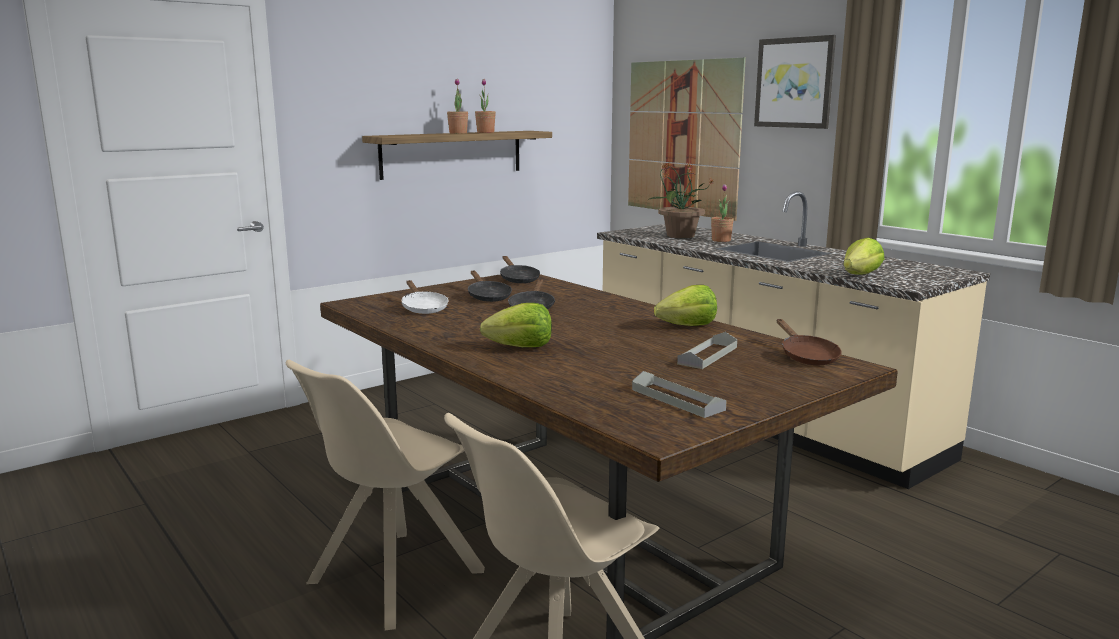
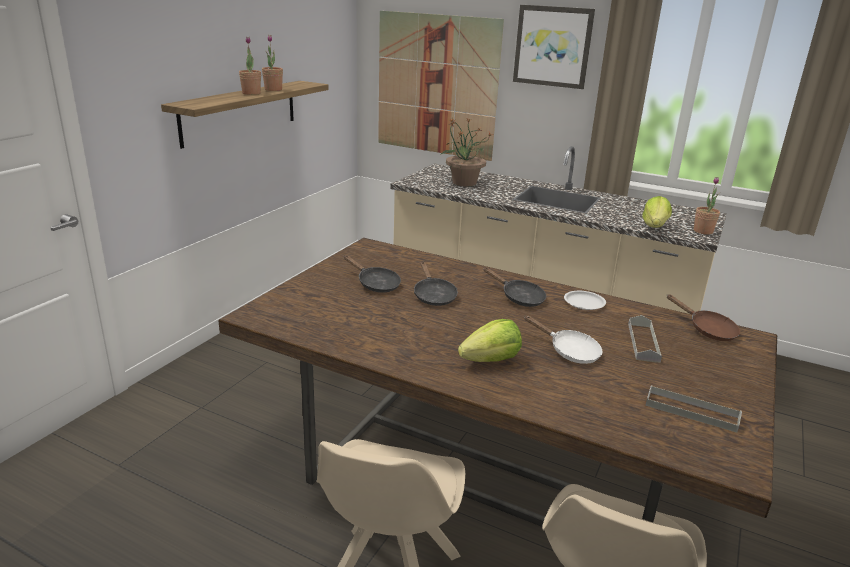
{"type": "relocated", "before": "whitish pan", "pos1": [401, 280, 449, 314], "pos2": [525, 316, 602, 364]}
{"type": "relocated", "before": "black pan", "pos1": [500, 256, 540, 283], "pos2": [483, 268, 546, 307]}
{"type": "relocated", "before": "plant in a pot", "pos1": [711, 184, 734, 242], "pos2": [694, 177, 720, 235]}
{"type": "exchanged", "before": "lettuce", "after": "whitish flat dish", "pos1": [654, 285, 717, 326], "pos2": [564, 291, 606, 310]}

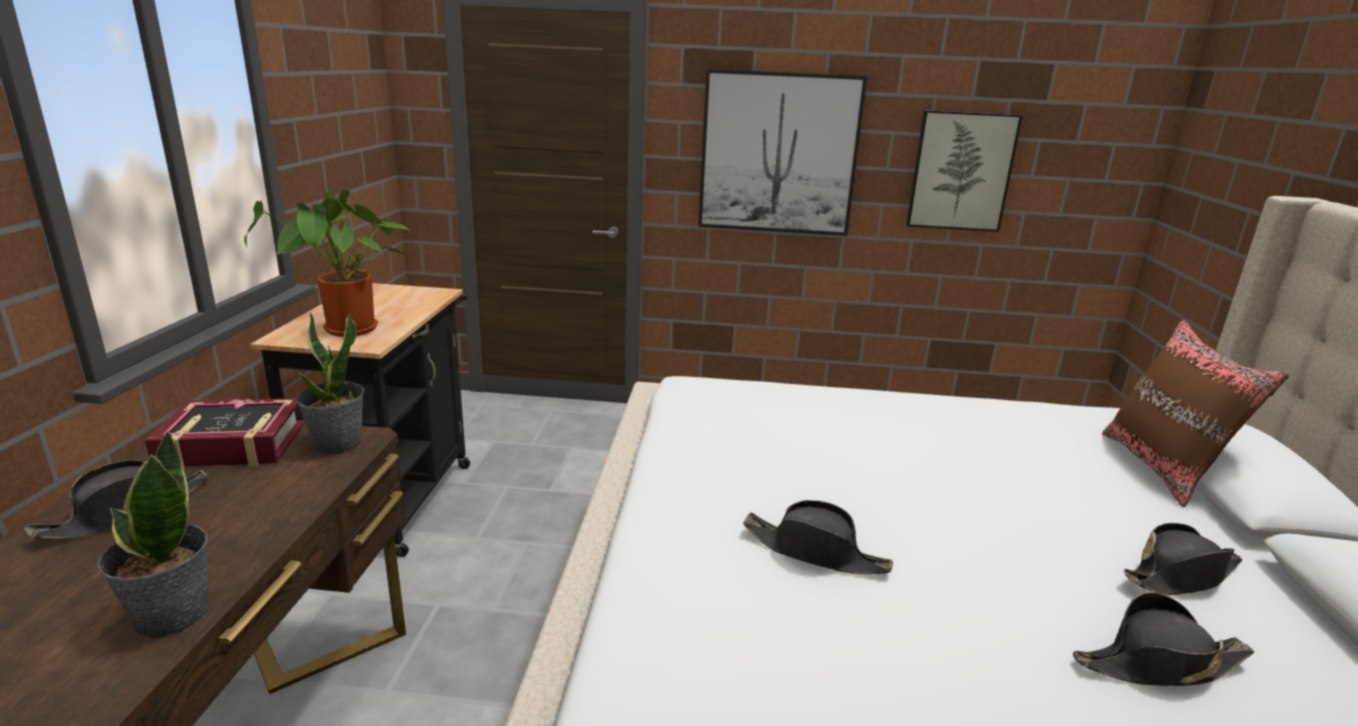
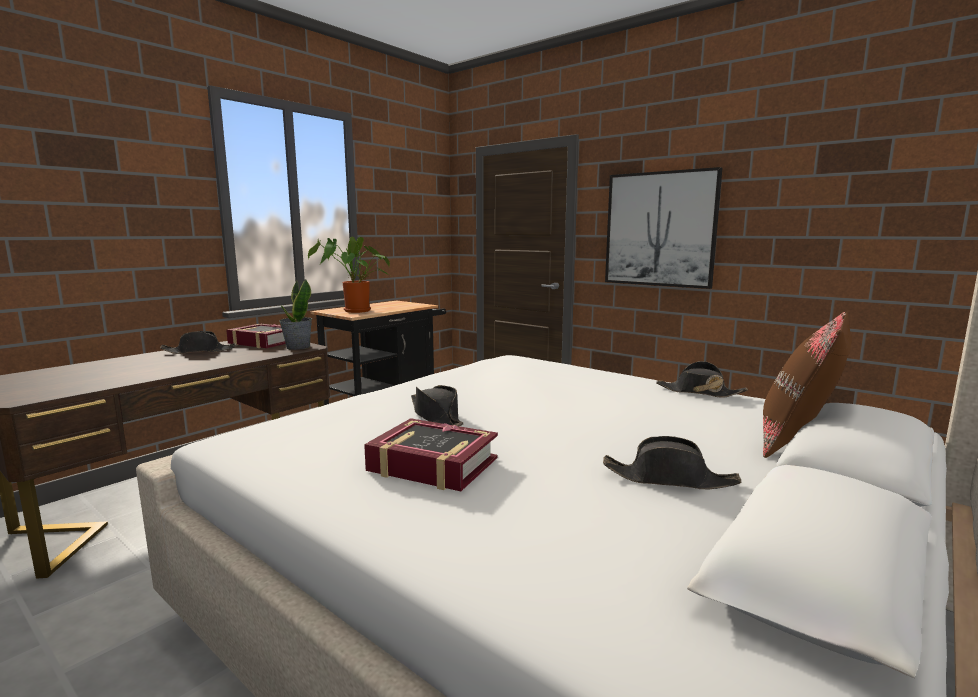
{"type": "missing", "before": "plant in a pot", "pos1": [97, 430, 209, 638]}
{"type": "missing", "before": "wall art", "pos1": [906, 110, 1023, 232]}
{"type": "appeared", "after": "book", "pos2": [364, 418, 498, 491]}
{"type": "relocated", "before": "black hat", "pos1": [1073, 592, 1255, 686], "pos2": [656, 361, 748, 398]}

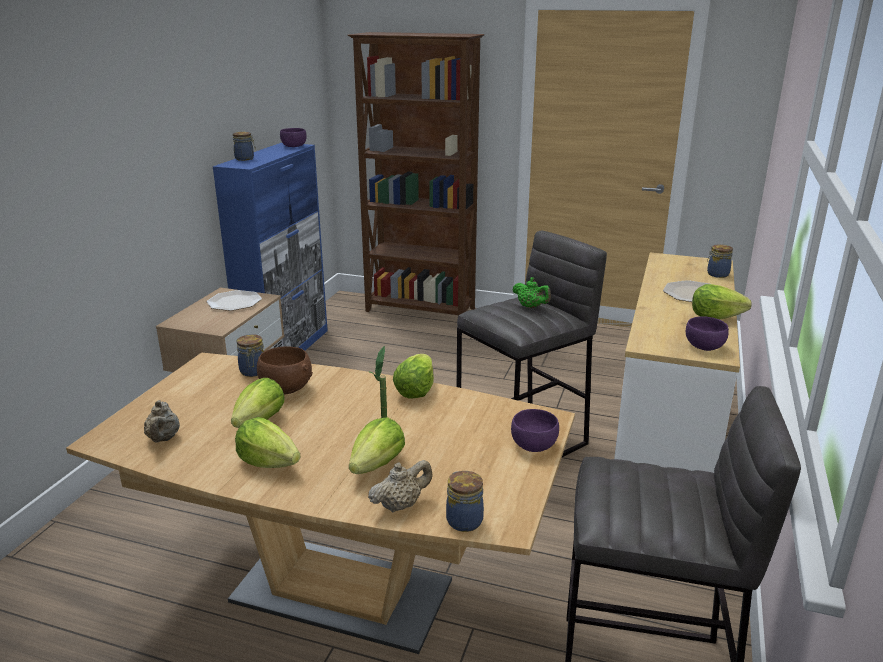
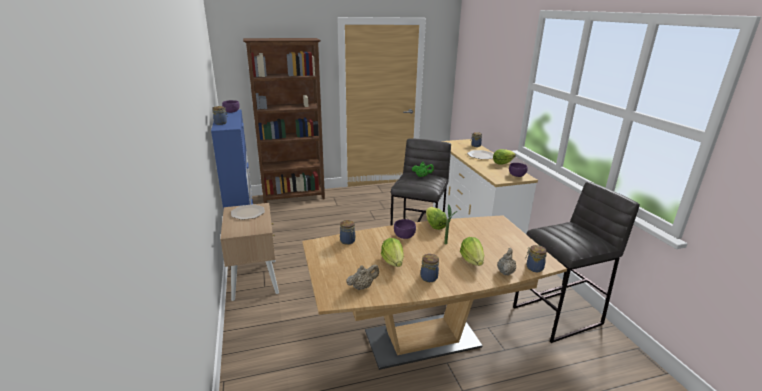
{"type": "missing", "before": "brown-coloured bowl", "pos1": [257, 346, 313, 395]}
{"type": "relocated", "before": "purplish bowl", "pos1": [511, 409, 559, 452], "pos2": [394, 219, 416, 239]}
{"type": "exchanged", "before": "lettuce", "after": "preserve jar", "pos1": [235, 417, 300, 468], "pos2": [421, 254, 439, 282]}
{"type": "spun", "before": "sand-coloured pot for tea", "pos1": [144, 400, 180, 443], "pos2": [346, 265, 379, 290], "turn": -75}

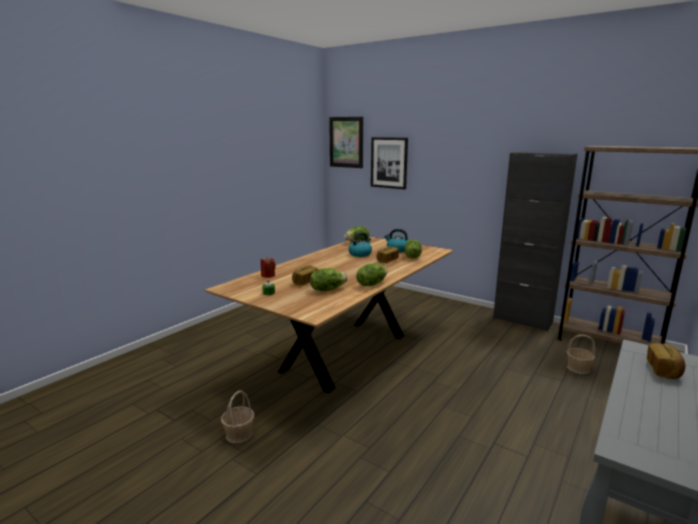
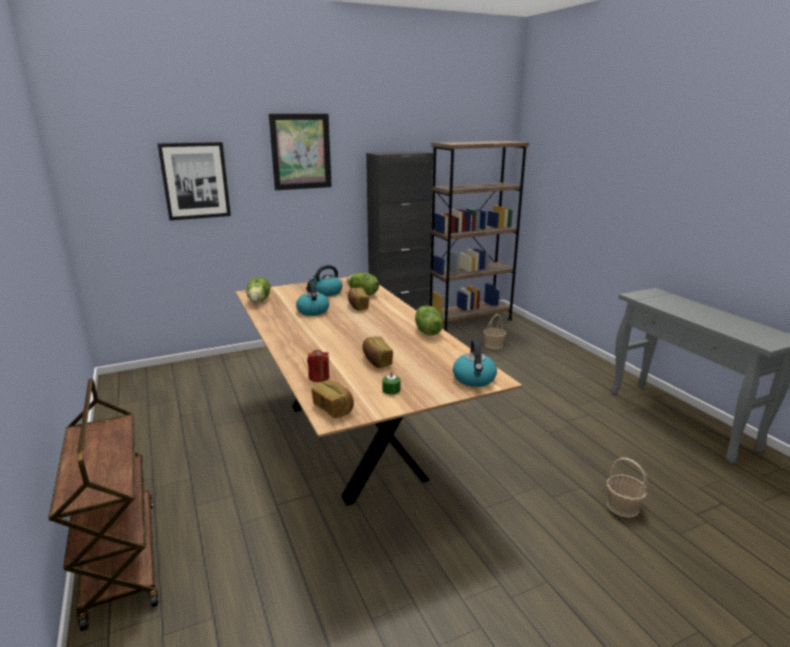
{"type": "missing", "before": "lettuce", "pos1": [310, 268, 348, 291]}
{"type": "appeared", "after": "brown-coloured cart", "pos2": [48, 378, 159, 631]}
{"type": "appeared", "after": "tea kettle", "pos2": [453, 339, 497, 387]}
{"type": "relocated", "before": "basket", "pos1": [221, 390, 254, 443], "pos2": [607, 458, 648, 518]}
{"type": "relocated", "before": "wall art", "pos1": [329, 117, 363, 168], "pos2": [269, 113, 332, 190]}
{"type": "relocated", "before": "bakery bread", "pos1": [647, 343, 685, 379], "pos2": [311, 381, 354, 418]}

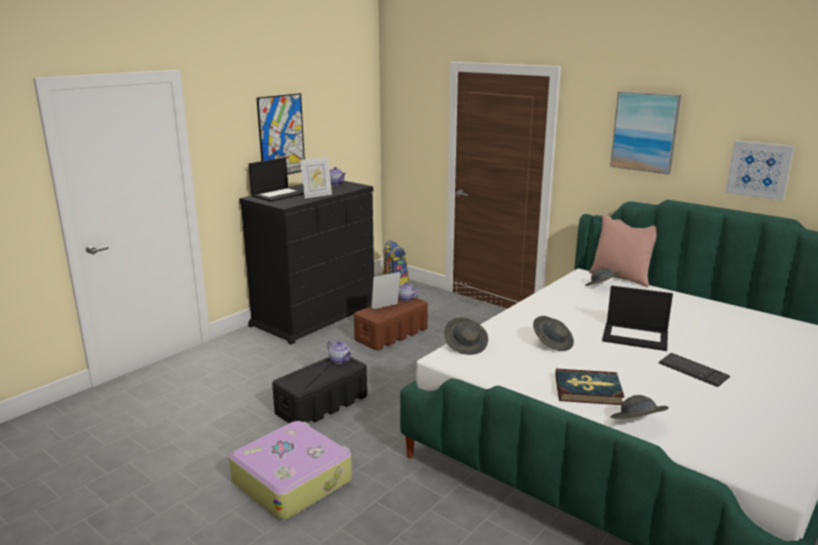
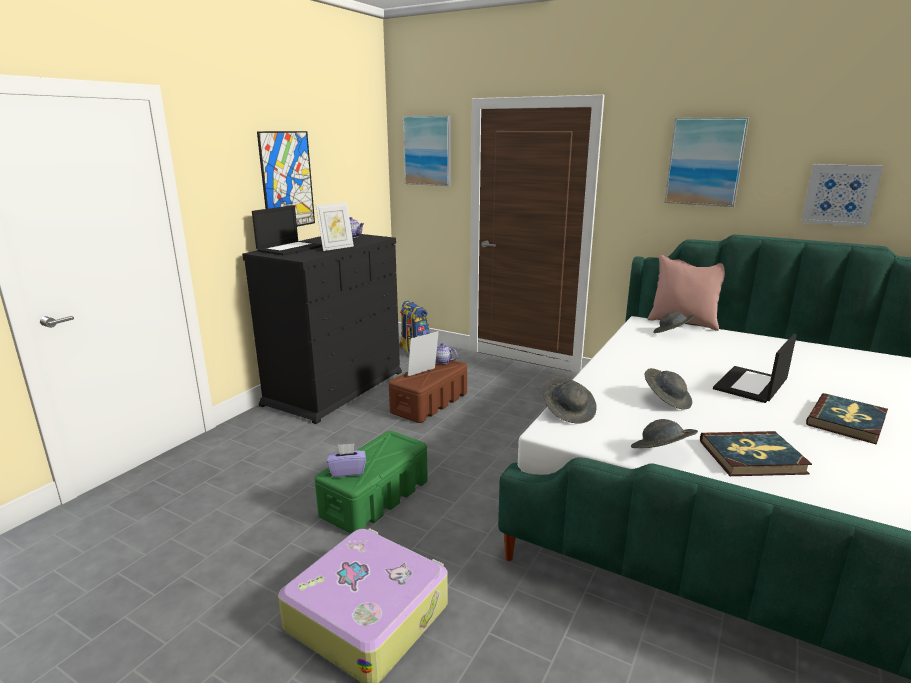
{"type": "missing", "before": "pot for tea", "pos1": [327, 340, 352, 364]}
{"type": "appeared", "after": "purplish tissue holder", "pos2": [327, 443, 366, 477]}
{"type": "appeared", "after": "wall art", "pos2": [403, 115, 451, 186]}
{"type": "relocated", "before": "greyish hat", "pos1": [610, 395, 669, 419], "pos2": [631, 419, 698, 448]}
{"type": "exchanged", "before": "computer keyboard", "after": "book", "pos1": [659, 353, 730, 387], "pos2": [806, 393, 888, 444]}
{"type": "colour", "before": "black storage container", "after": "green-coloured storage container", "pos1": [272, 357, 367, 423], "pos2": [315, 431, 428, 534]}
{"type": "spun", "before": "portable computer", "pos1": [602, 286, 673, 351], "pos2": [713, 334, 797, 403], "turn": 120}

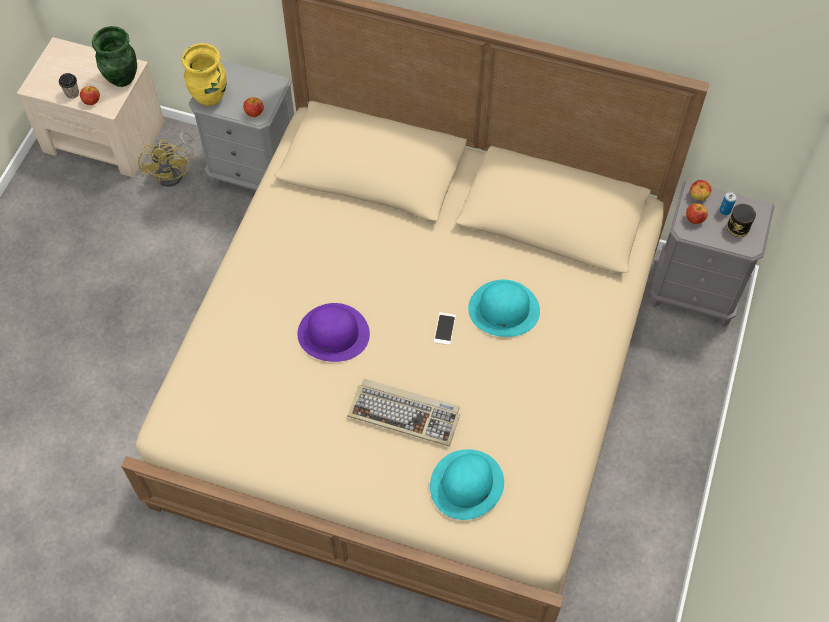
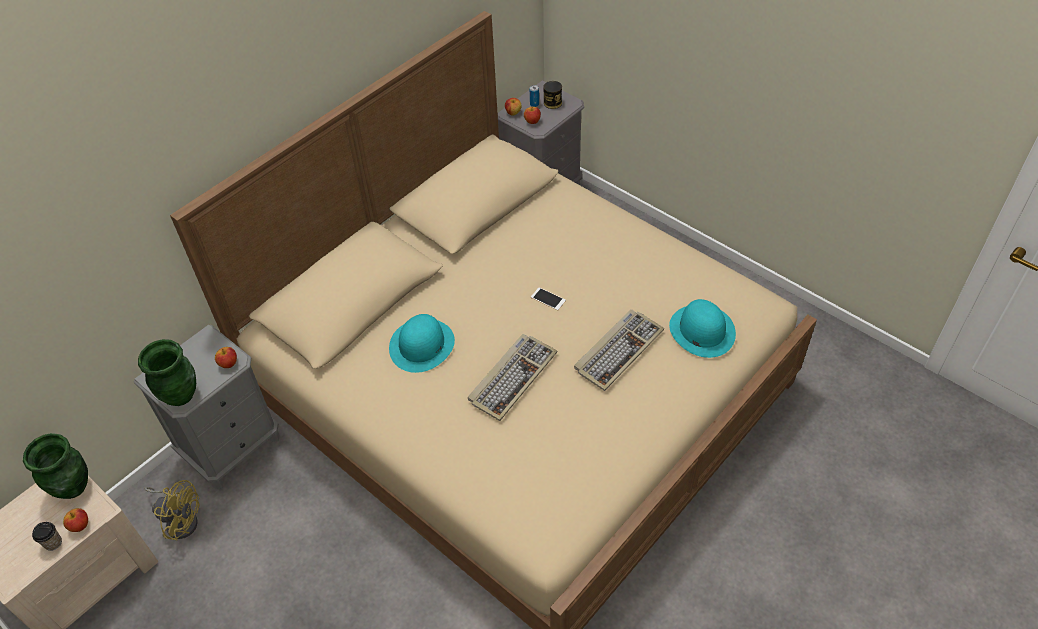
{"type": "relocated", "before": "turquoise-coloured hat", "pos1": [468, 280, 540, 337], "pos2": [389, 314, 455, 373]}
{"type": "exchanged", "before": "purplish hat", "after": "computer keyboard", "pos1": [297, 303, 370, 362], "pos2": [468, 334, 557, 421]}
{"type": "colour", "before": "yellowish flower vase", "after": "green-coloured flower vase", "pos1": [181, 43, 227, 106], "pos2": [138, 339, 196, 406]}

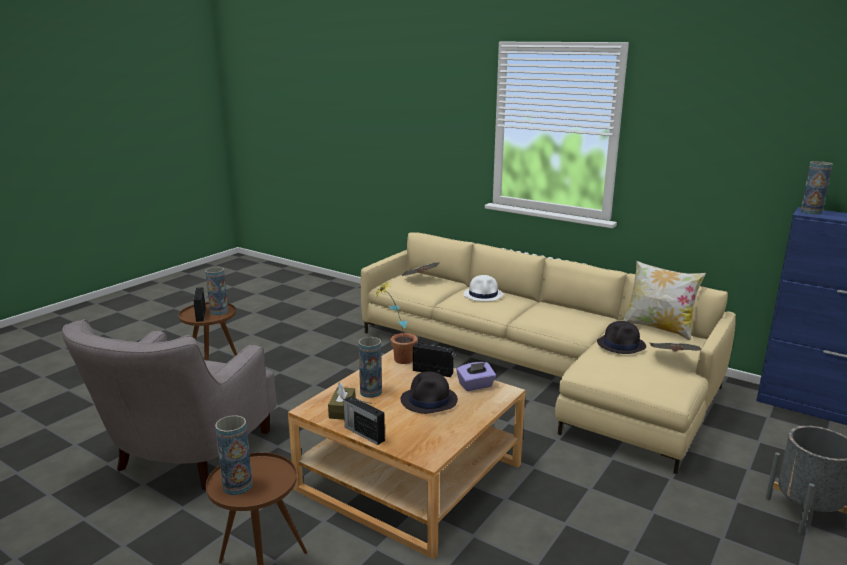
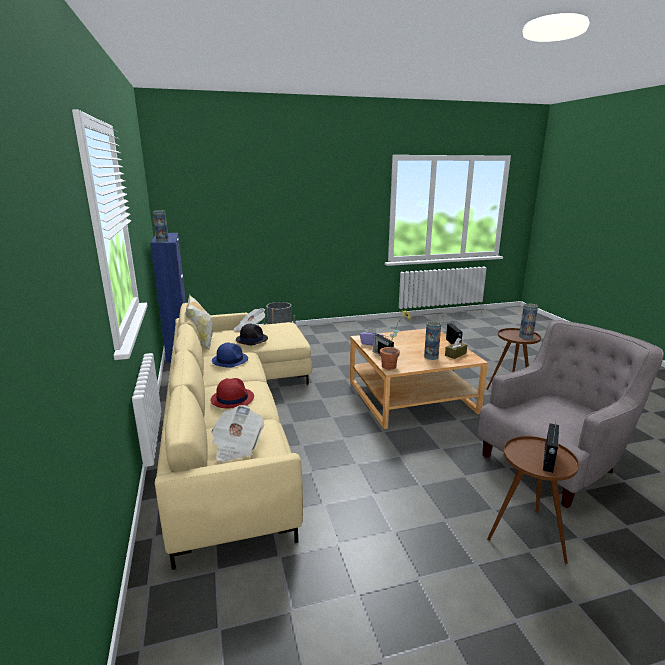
{"type": "missing", "before": "flower vase", "pos1": [205, 267, 228, 315]}
{"type": "missing", "before": "black hat", "pos1": [401, 371, 458, 414]}
{"type": "appeared", "after": "bluish hat", "pos2": [212, 342, 248, 368]}
{"type": "colour", "before": "whitish hat", "after": "red-coloured hat", "pos1": [463, 275, 503, 301], "pos2": [211, 378, 254, 408]}

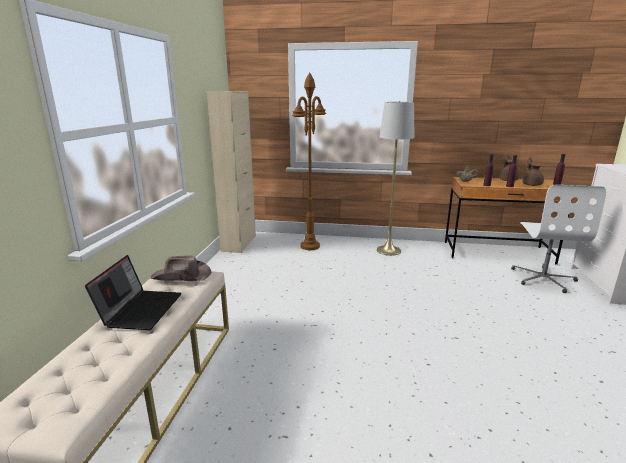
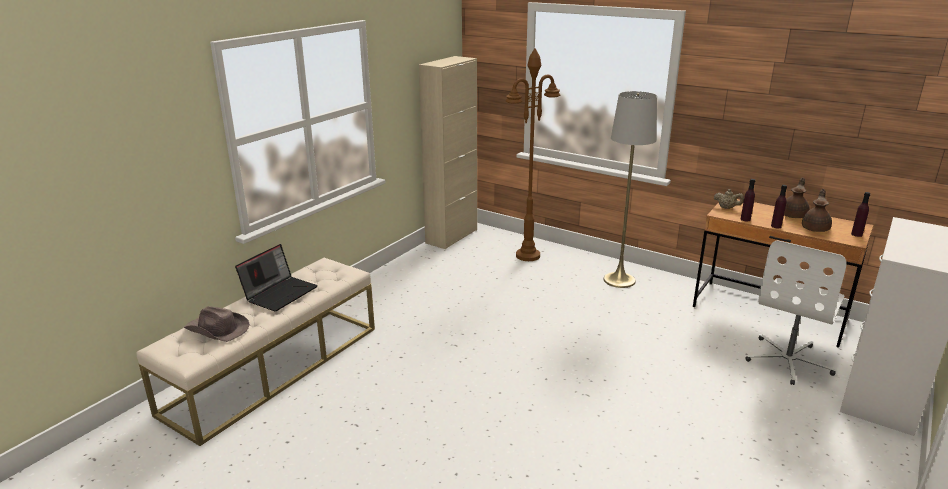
{"type": "relocated", "before": "brown-coloured hat", "pos1": [151, 256, 211, 281], "pos2": [184, 306, 250, 342]}

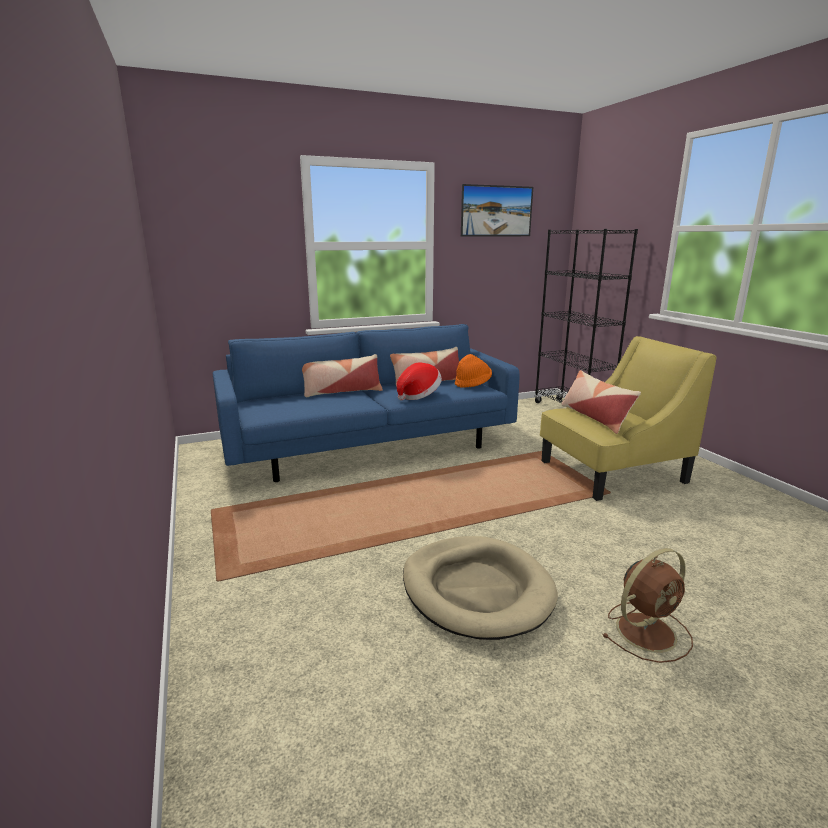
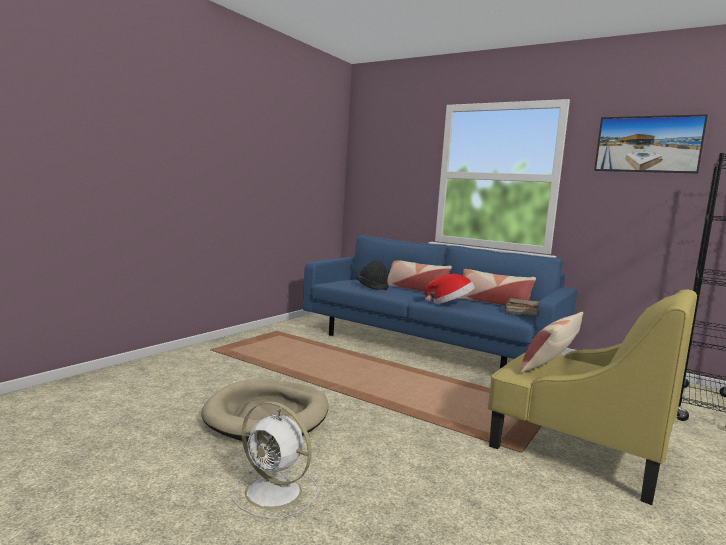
{"type": "appeared", "after": "black hat", "pos2": [357, 260, 389, 290]}
{"type": "exchanged", "before": "orange hat", "after": "brown-coloured book", "pos1": [455, 354, 492, 388], "pos2": [506, 298, 539, 316]}
{"type": "colour", "before": "brown-coloured cooling fan", "after": "whitish cooling fan", "pos1": [603, 548, 693, 663], "pos2": [231, 401, 318, 519]}

